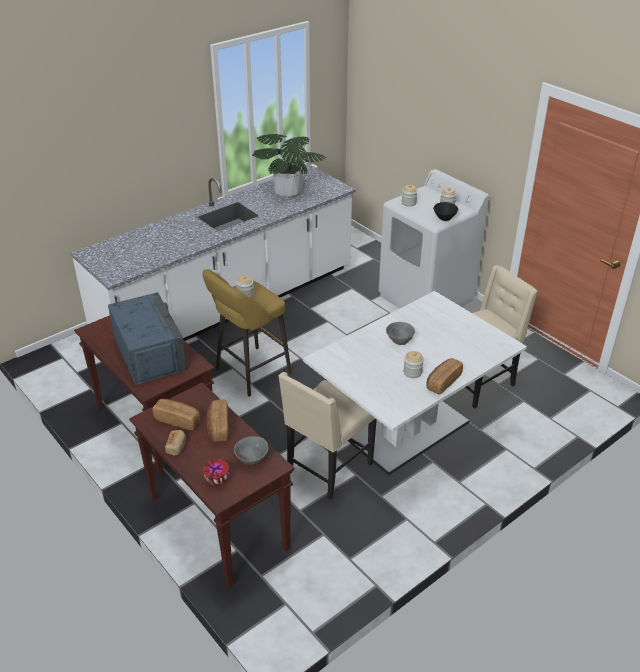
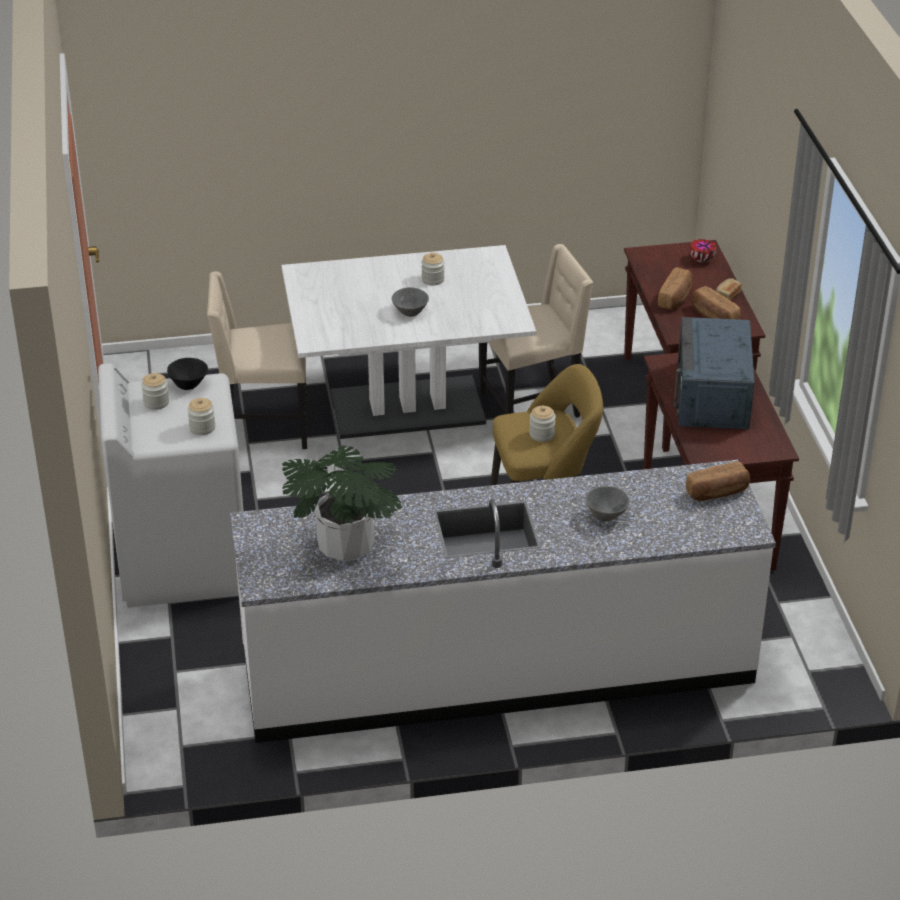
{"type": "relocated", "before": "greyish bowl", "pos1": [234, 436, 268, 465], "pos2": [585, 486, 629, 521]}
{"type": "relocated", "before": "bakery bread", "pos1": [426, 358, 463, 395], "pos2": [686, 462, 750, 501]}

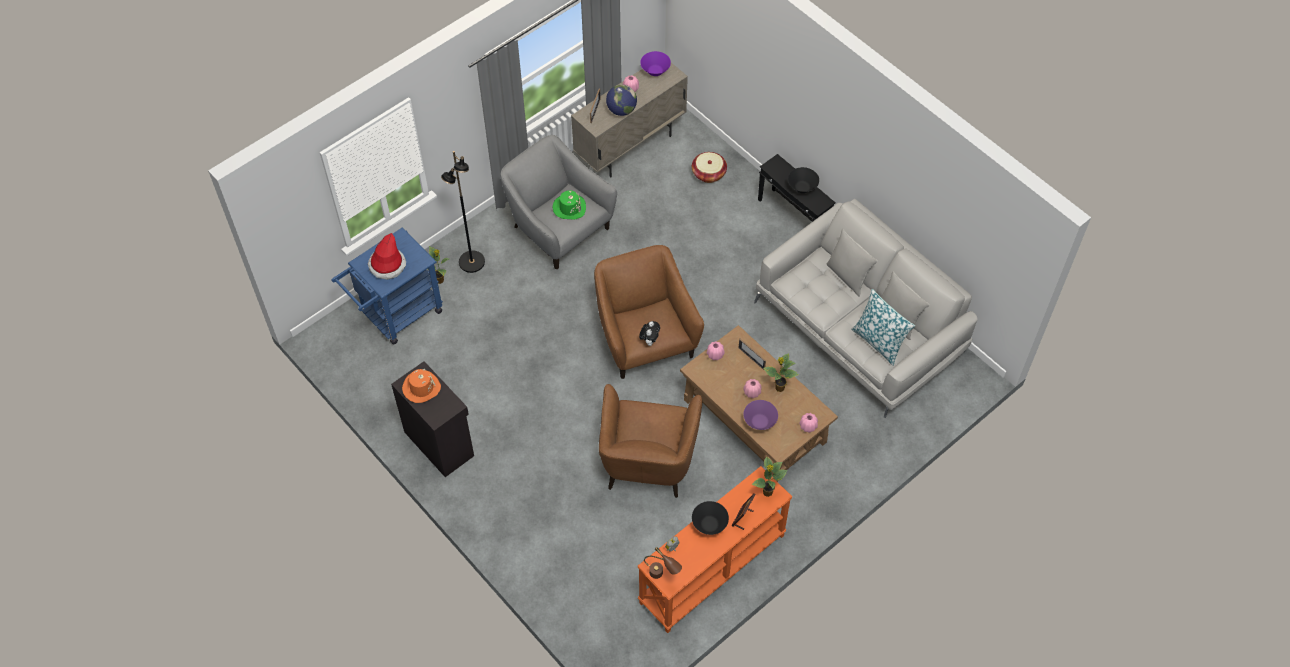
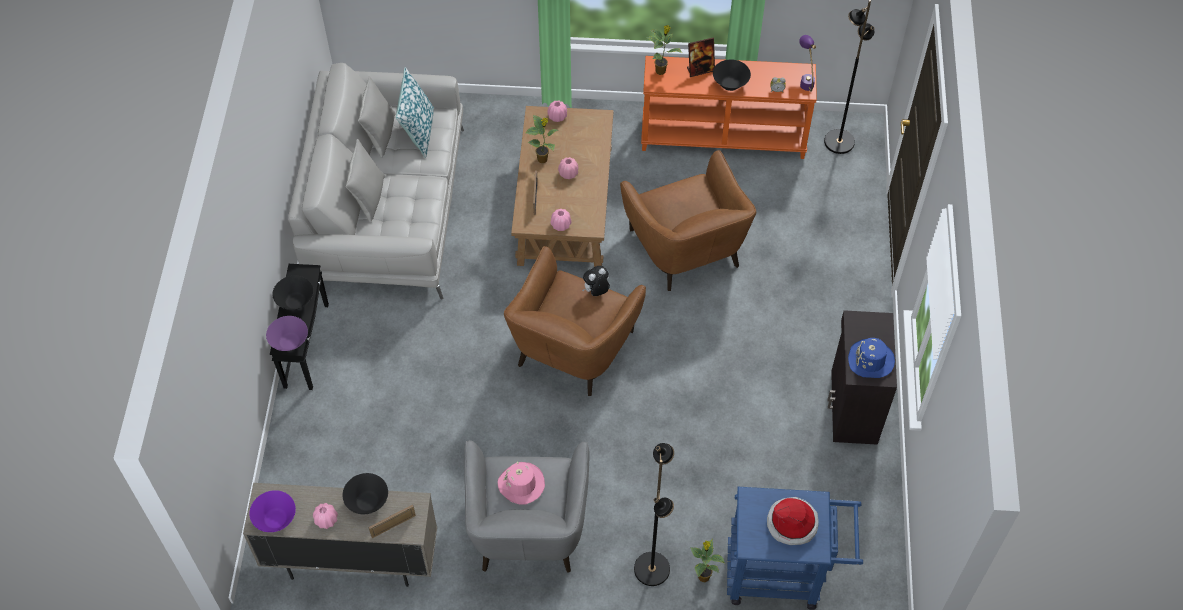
{"type": "missing", "before": "basket", "pos1": [692, 152, 727, 183]}
{"type": "appeared", "after": "black standard lamp", "pos2": [824, 0, 874, 154]}
{"type": "relocated", "before": "purplish bowl", "pos1": [743, 400, 778, 430], "pos2": [266, 316, 308, 351]}
{"type": "exchanged", "before": "globe", "after": "black bowl", "pos1": [606, 84, 637, 116], "pos2": [342, 473, 388, 514]}
{"type": "colour", "before": "orange hat", "after": "bluish hat", "pos1": [402, 369, 441, 403], "pos2": [848, 338, 895, 378]}
{"type": "colour", "before": "green-coloured hat", "after": "pink hat", "pos1": [553, 190, 586, 220], "pos2": [498, 461, 545, 505]}
{"type": "colour", "before": "brown-coloured table lamp", "after": "purplish table lamp", "pos1": [644, 547, 682, 579], "pos2": [799, 35, 816, 92]}
{"type": "spun", "before": "brown-coloured lounge chair", "pos1": [599, 384, 702, 498], "pos2": [620, 150, 756, 291], "turn": 105}

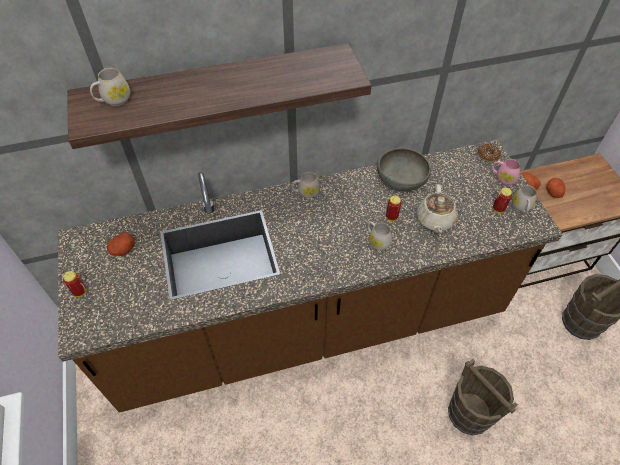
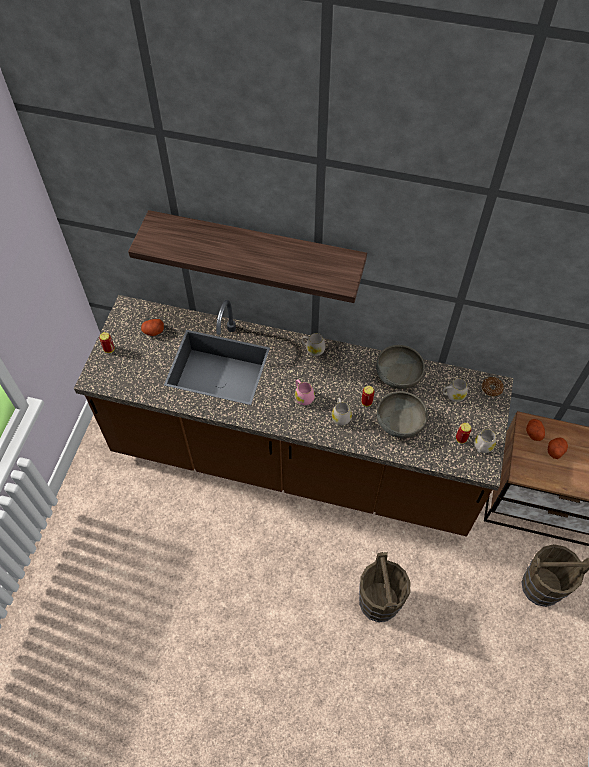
{"type": "relocated", "before": "whitish coffee mug", "pos1": [90, 68, 130, 106], "pos2": [443, 378, 468, 402]}
{"type": "relocated", "before": "pink coffee mug", "pos1": [493, 159, 520, 185], "pos2": [295, 380, 315, 405]}
{"type": "exchanged", "before": "sand-coloured pot for tea", "after": "greyish bowl", "pos1": [416, 184, 458, 233], "pos2": [377, 391, 428, 438]}

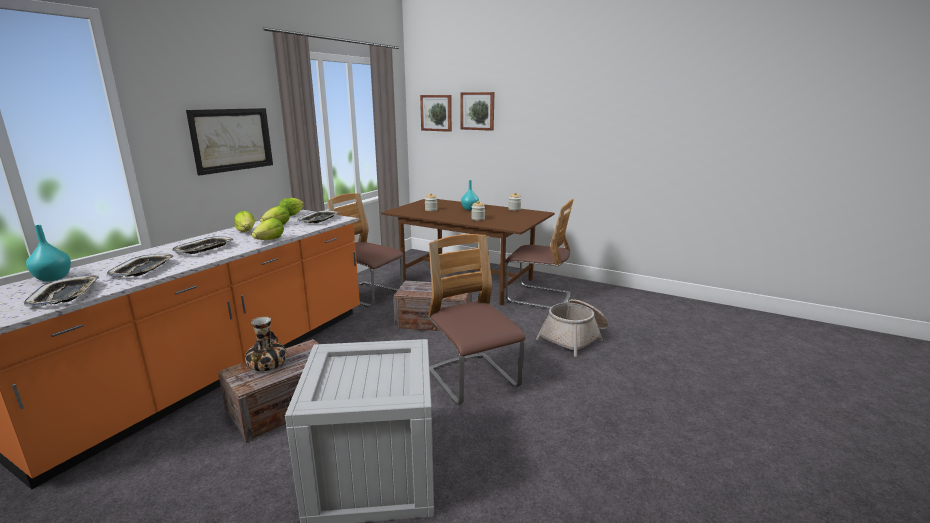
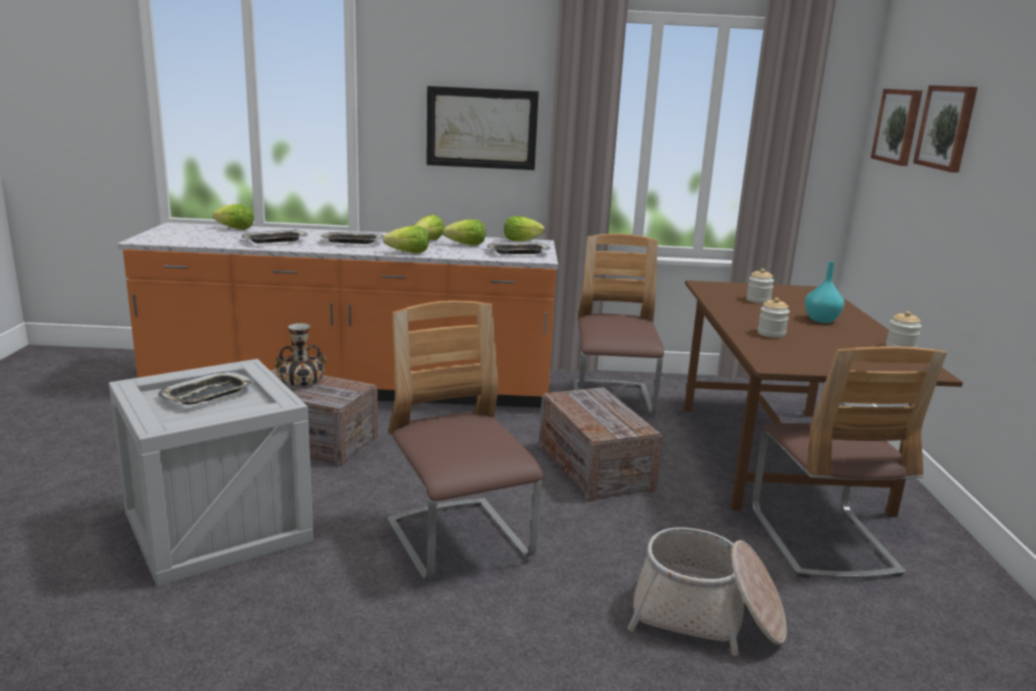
{"type": "relocated", "before": "serving tray", "pos1": [24, 275, 99, 307], "pos2": [158, 371, 254, 405]}
{"type": "exchanged", "before": "turquoise-coloured flower vase", "after": "lettuce", "pos1": [26, 225, 71, 281], "pos2": [212, 204, 254, 230]}
{"type": "spun", "before": "plain chair", "pos1": [428, 234, 526, 405], "pos2": [387, 300, 543, 581], "turn": -60}

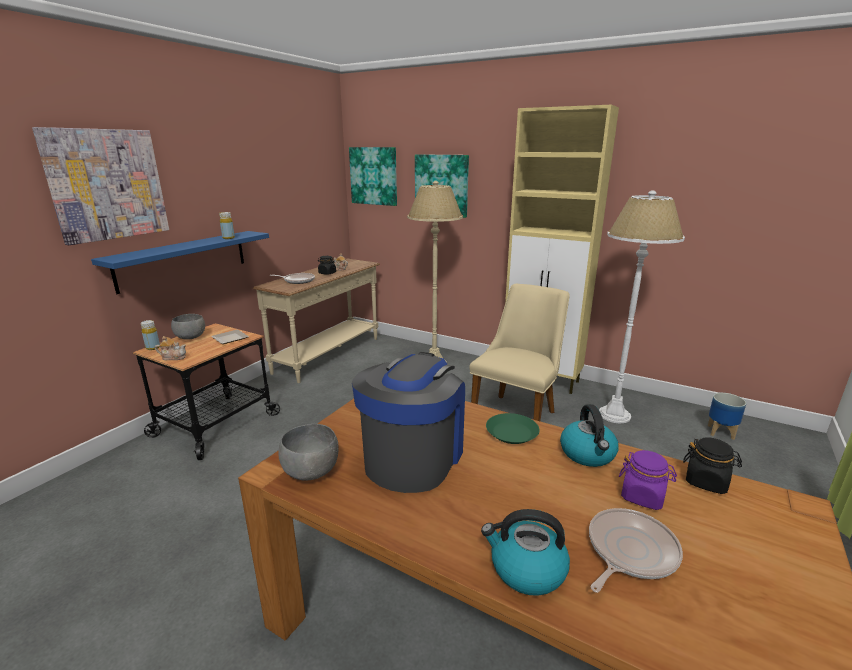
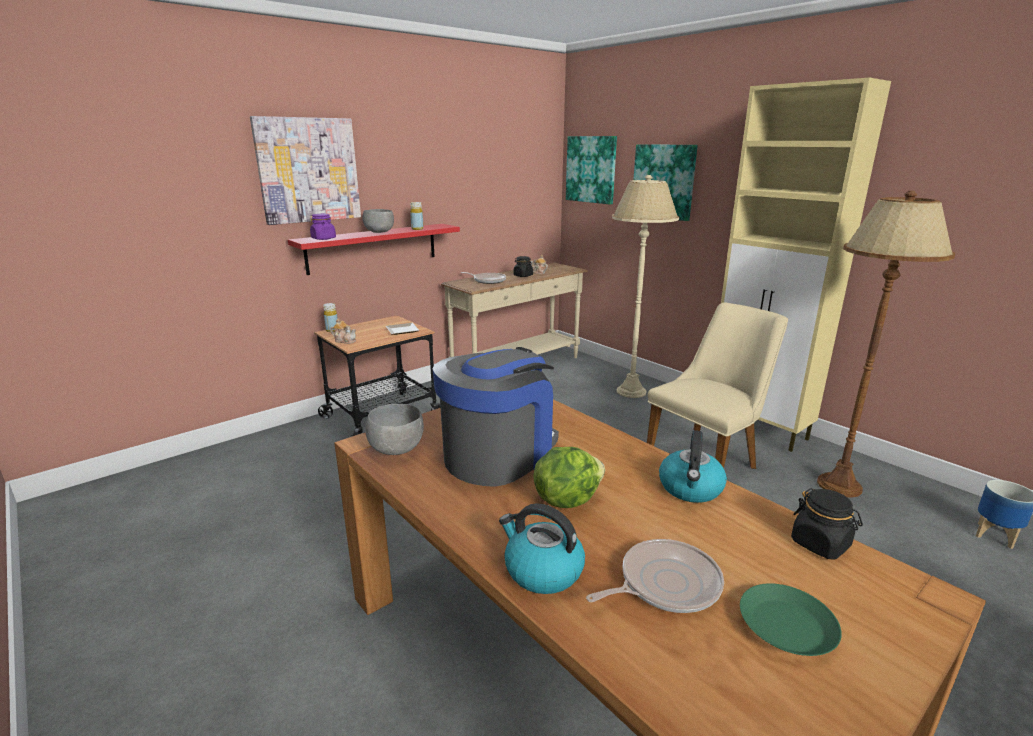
{"type": "appeared", "after": "lettuce", "pos2": [533, 447, 605, 508]}
{"type": "relocated", "before": "greyish bowl", "pos1": [171, 314, 205, 340], "pos2": [362, 209, 394, 233]}
{"type": "relocated", "before": "green-coloured flat dish", "pos1": [486, 413, 540, 444], "pos2": [740, 583, 842, 656]}
{"type": "relocated", "before": "purplish preserve jar", "pos1": [619, 450, 677, 510], "pos2": [310, 214, 336, 240]}
{"type": "colour", "before": "bluish bracket shelf", "after": "red-coloured bracket shelf", "pos1": [91, 231, 269, 294], "pos2": [288, 224, 460, 275]}
{"type": "colour", "before": "whitish standard lamp", "after": "brown-coloured standard lamp", "pos1": [599, 190, 685, 424], "pos2": [817, 191, 955, 498]}

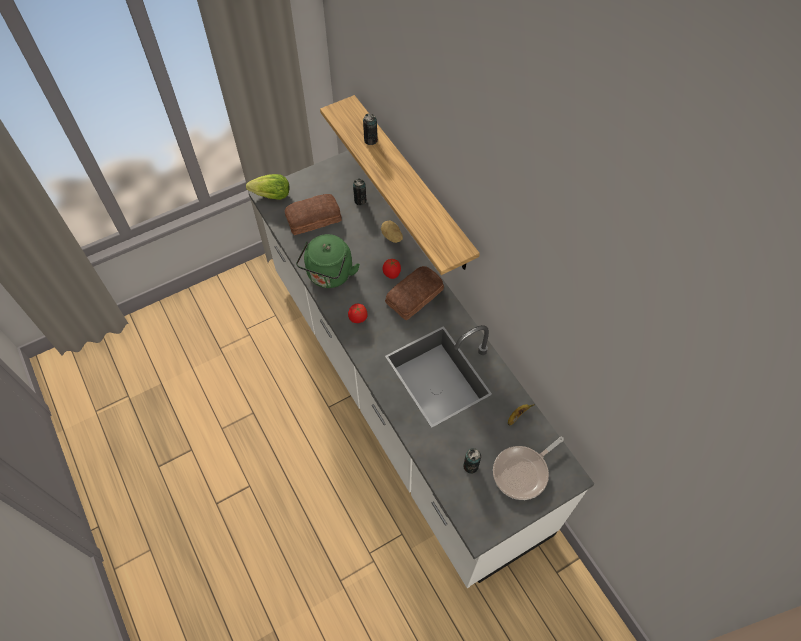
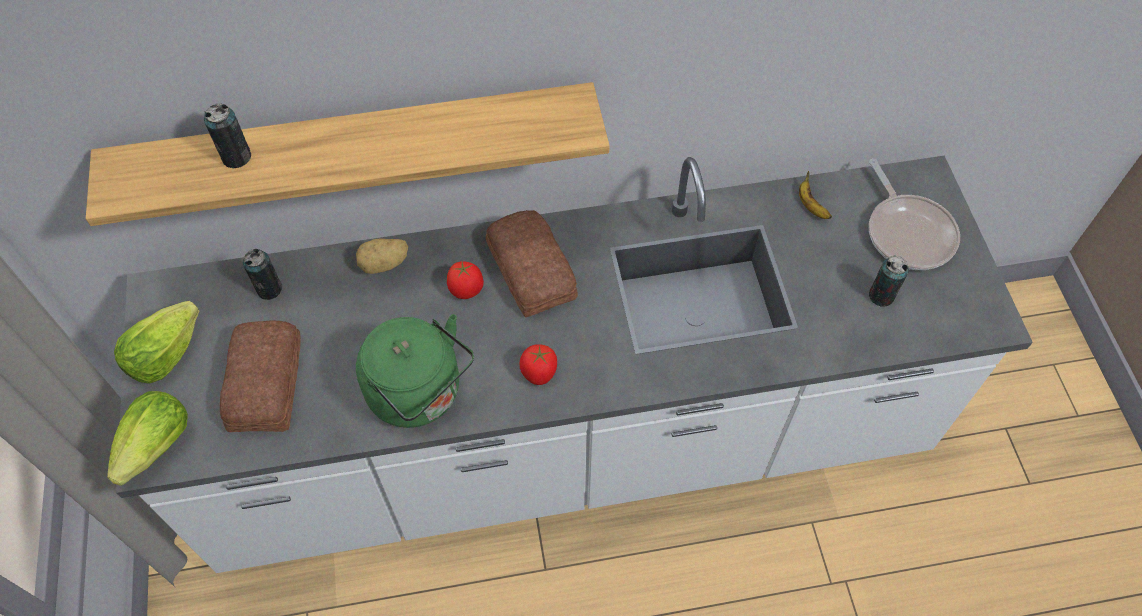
{"type": "appeared", "after": "lettuce", "pos2": [114, 301, 199, 384]}

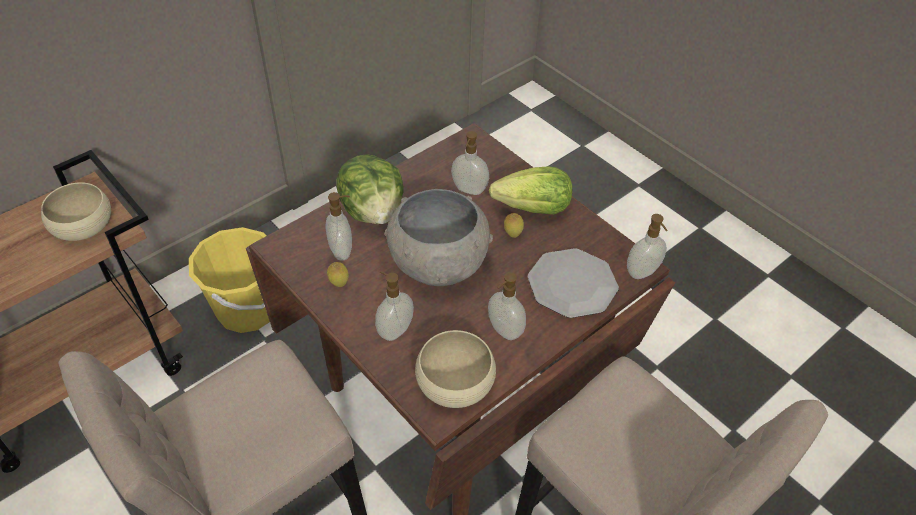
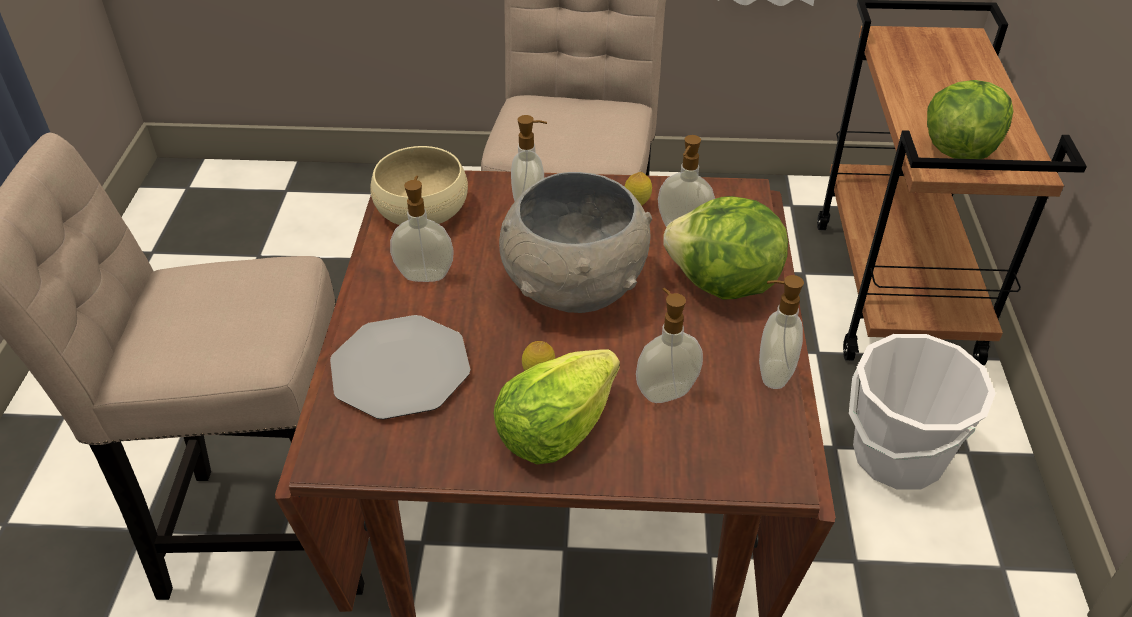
{"type": "relocated", "before": "soap dispenser", "pos1": [627, 214, 667, 279], "pos2": [759, 275, 804, 389]}
{"type": "exchanged", "before": "sand-coloured bowl", "after": "lettuce", "pos1": [41, 182, 111, 241], "pos2": [927, 80, 1013, 159]}
{"type": "colour", "before": "yellowish pail", "after": "whitish pail", "pos1": [189, 227, 270, 333], "pos2": [849, 334, 996, 490]}

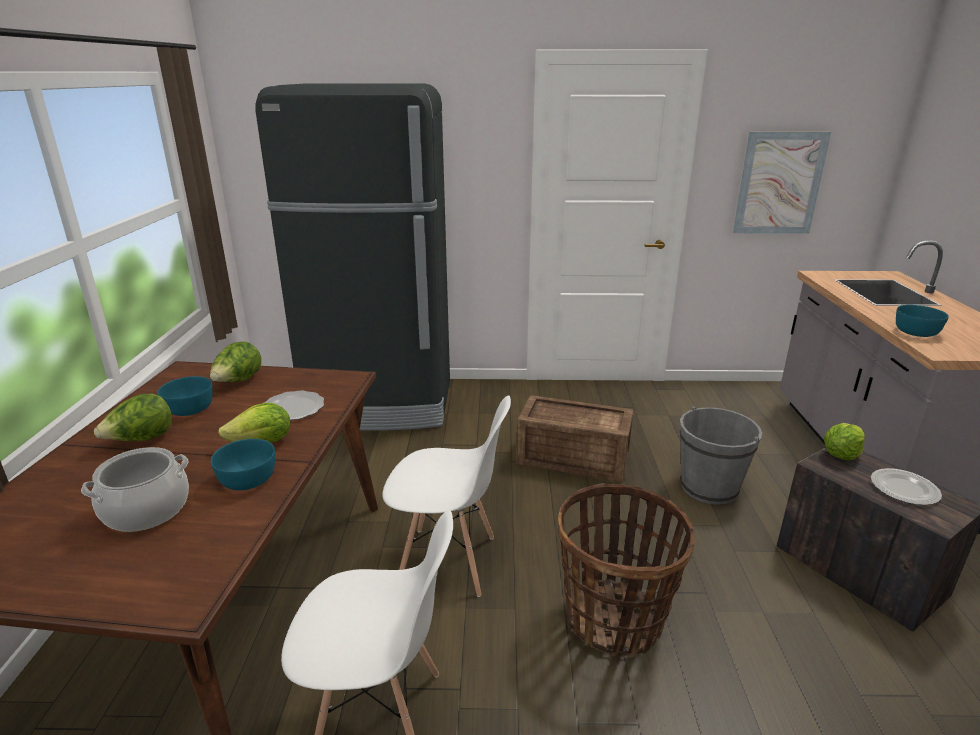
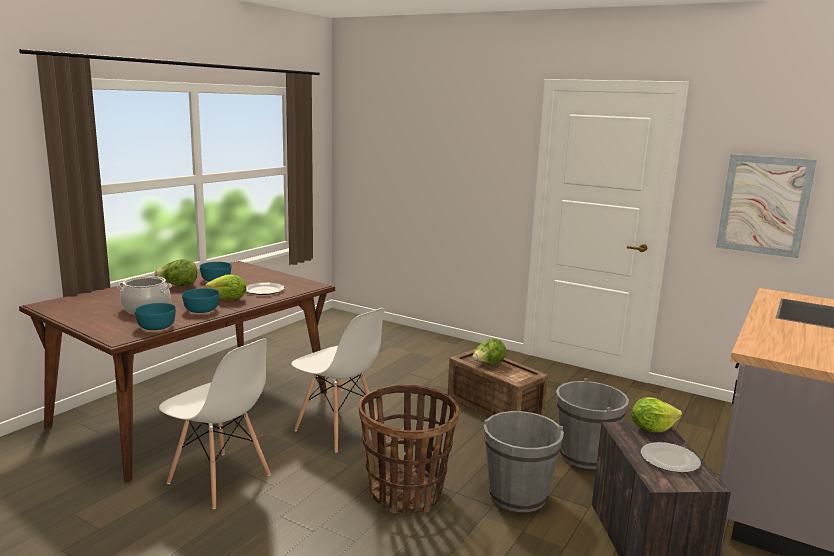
{"type": "missing", "before": "black fridge", "pos1": [256, 83, 450, 431]}
{"type": "appeared", "after": "greyish pail", "pos2": [484, 411, 564, 512]}
{"type": "relocated", "before": "lettuce", "pos1": [210, 341, 261, 382], "pos2": [472, 339, 506, 365]}
{"type": "relocated", "before": "turquoise-coloured bowl", "pos1": [896, 305, 949, 337], "pos2": [134, 303, 176, 330]}

